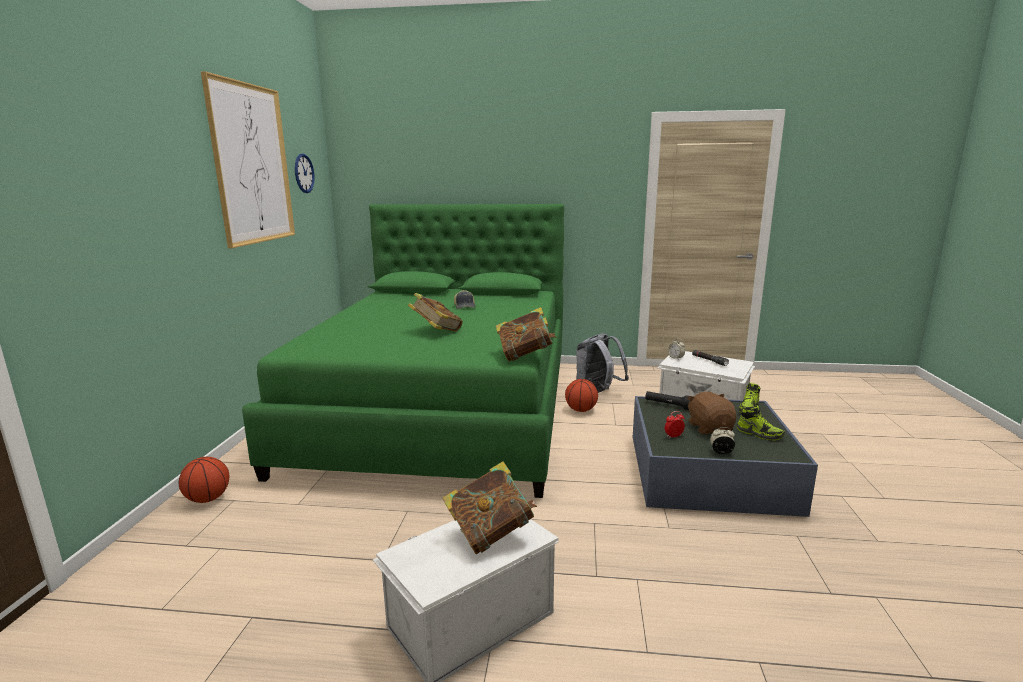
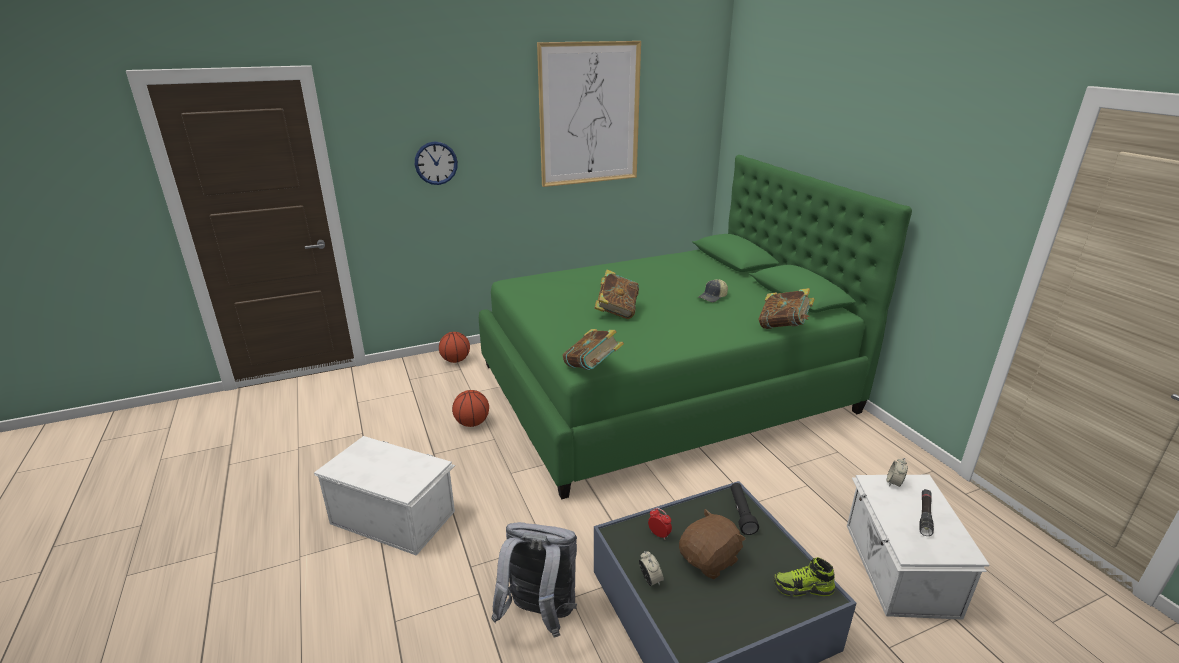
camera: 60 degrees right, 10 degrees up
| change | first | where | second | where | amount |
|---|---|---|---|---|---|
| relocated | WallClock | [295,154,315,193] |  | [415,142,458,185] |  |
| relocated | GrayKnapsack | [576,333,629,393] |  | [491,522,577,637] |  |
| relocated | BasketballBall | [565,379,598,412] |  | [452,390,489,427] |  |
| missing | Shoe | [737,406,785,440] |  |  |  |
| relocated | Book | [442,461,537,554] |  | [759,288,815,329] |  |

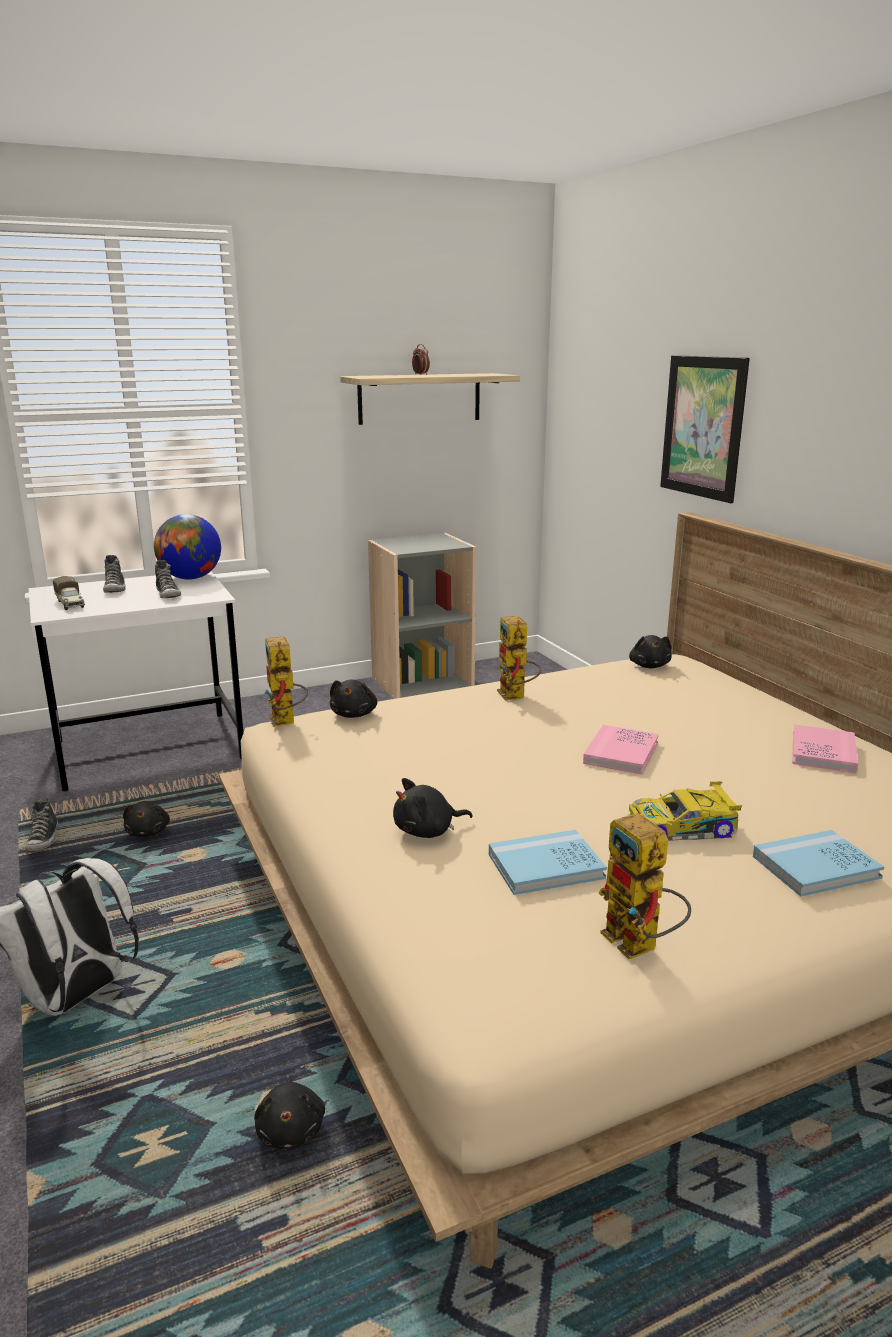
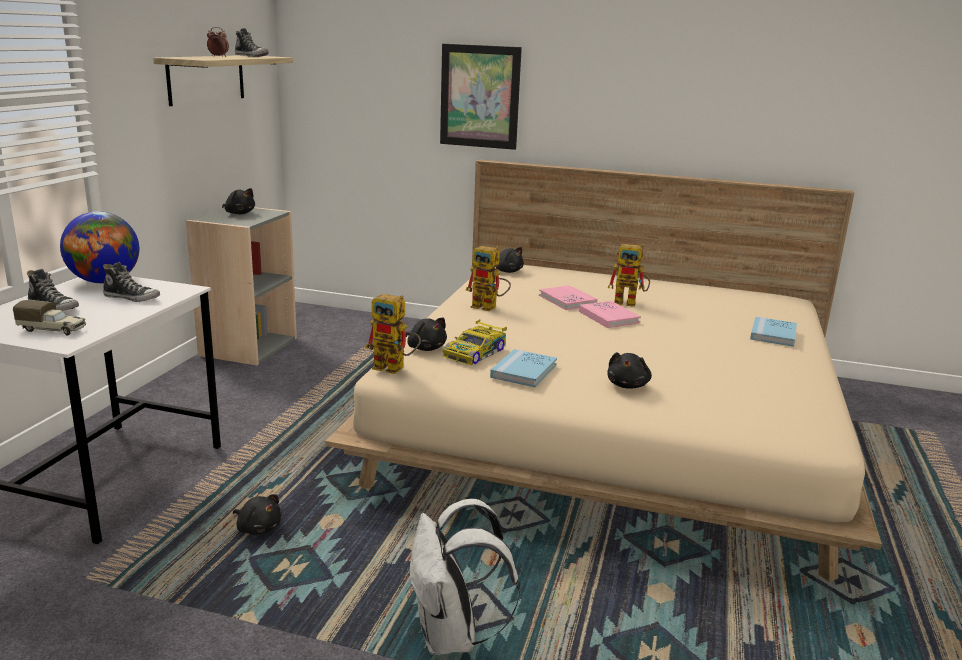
camera: 50 degrees left, 0 degrees up
| change | first | where | second | where | amount |
|---|---|---|---|---|---|
| relocated | PinkColouredBook | [792,725,858,773] |  | [539,285,597,310] |  |
| relocated | MiniatureCar | [628,781,742,841] |  | [443,320,507,366] |  |
| relocated | Shoe | [25,796,58,851] |  | [235,28,269,57] |  |
| relocated | RobotFigure | [599,813,691,959] |  | [608,244,650,307] |  |
| relocated | BlueColouredBook | [489,830,607,895] |  | [490,349,557,387] |  |
| relocated | BlackPlushToy | [254,1078,325,1149] |  | [222,188,255,214] |  |

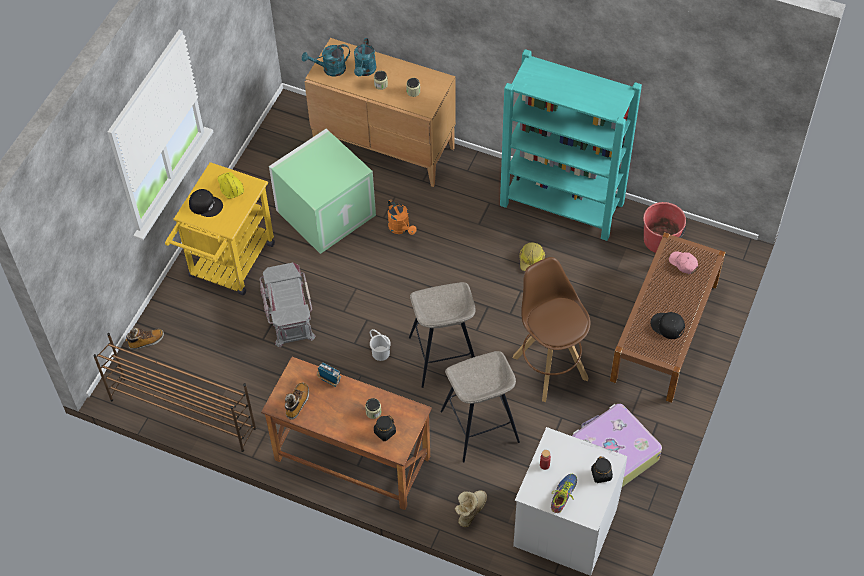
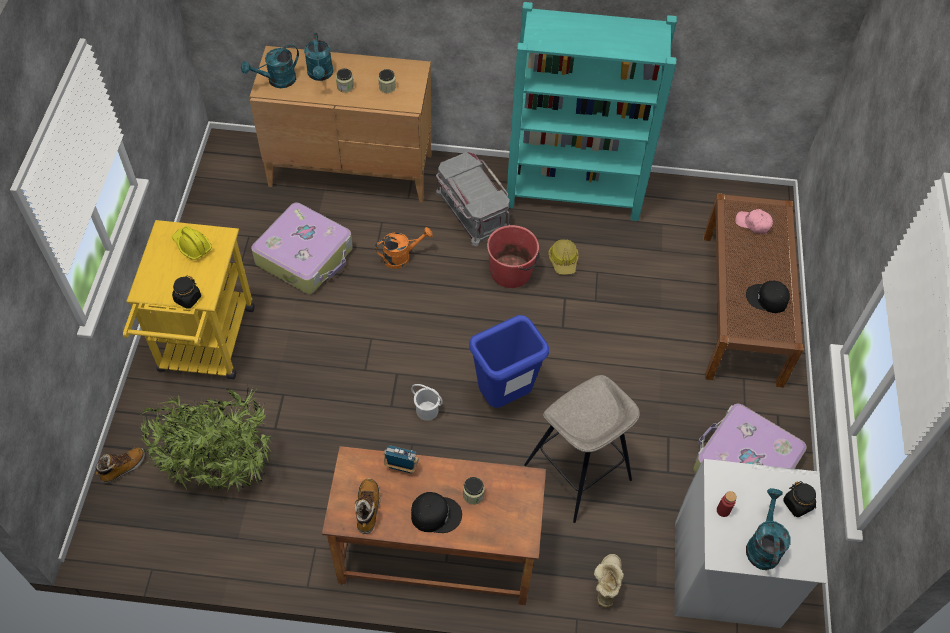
camera: 20 degrees left, 0 degrees up
| change | first | where | second | where | amount |
|---|---|---|---|---|---|
| exchanged | GreenishStorageBox | [269,129,376,254] | PieceOfLuggage | [251,203,353,294] |  |
| relocated | BlackBaseballCap | [189,189,223,217] |  | [411,492,462,533] |  |
| spun | OrangeColouredSprinklingCan | [388,199,417,235] |  | [375,227,433,269] | 60 degrees counterclockwise |
| relocated | ReddishPail | [643,202,686,253] |  | [487,225,539,288] |  |
| missing | BrownSittingStool | [513,257,590,402] |  |  |  |
| relocated | GrayStorageBox | [260,263,315,347] |  | [435,152,510,246] |  |
| exchanged | GraySittingStool | [409,282,476,388] | BlueColouredWasteBin | [469,315,549,408] |  |
| missing | BrownShoeStand | [93,333,256,452] |  |  |  |
| relocated | BlackPreserveJar | [374,416,396,441] |  | [172,275,201,309] |  |
| exchanged | Shoe | [551,474,577,513] | TurquoiseSprinklingCan | [746,488,791,570] |  |
| appeared |  |  | PottedPlant | [139,385,273,493] |  |

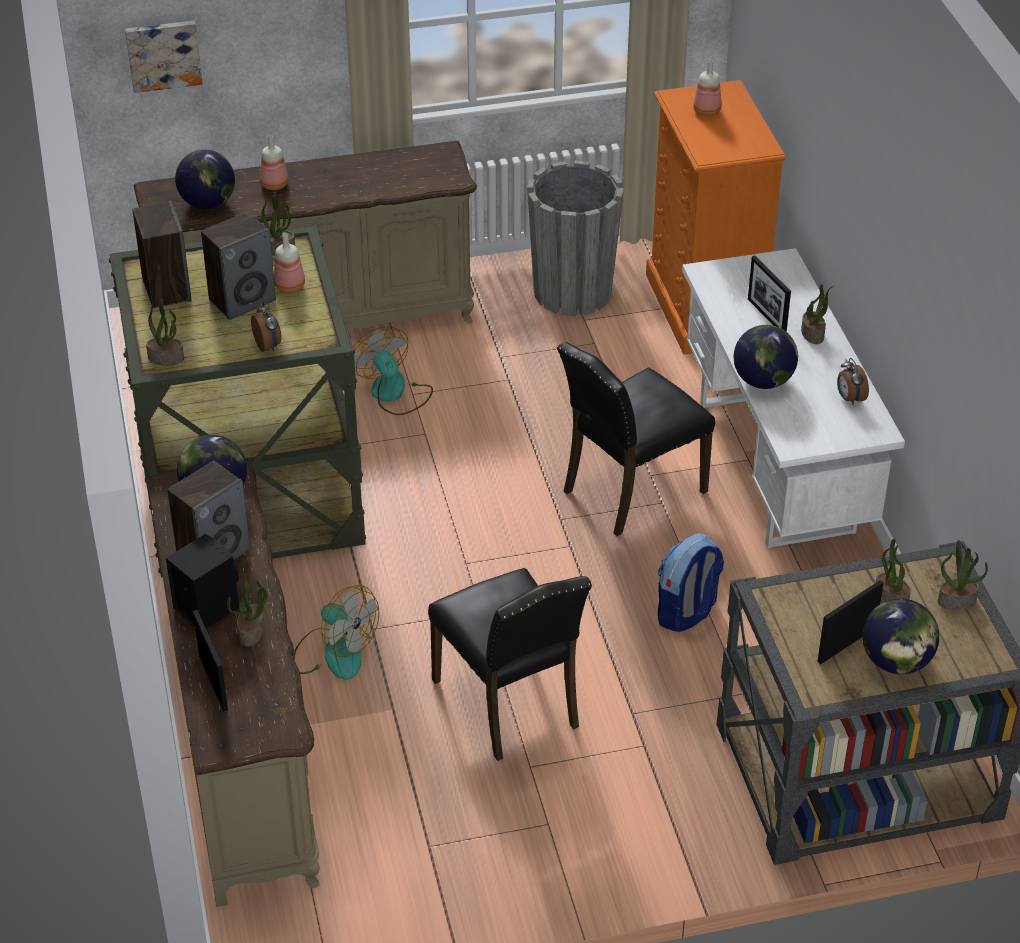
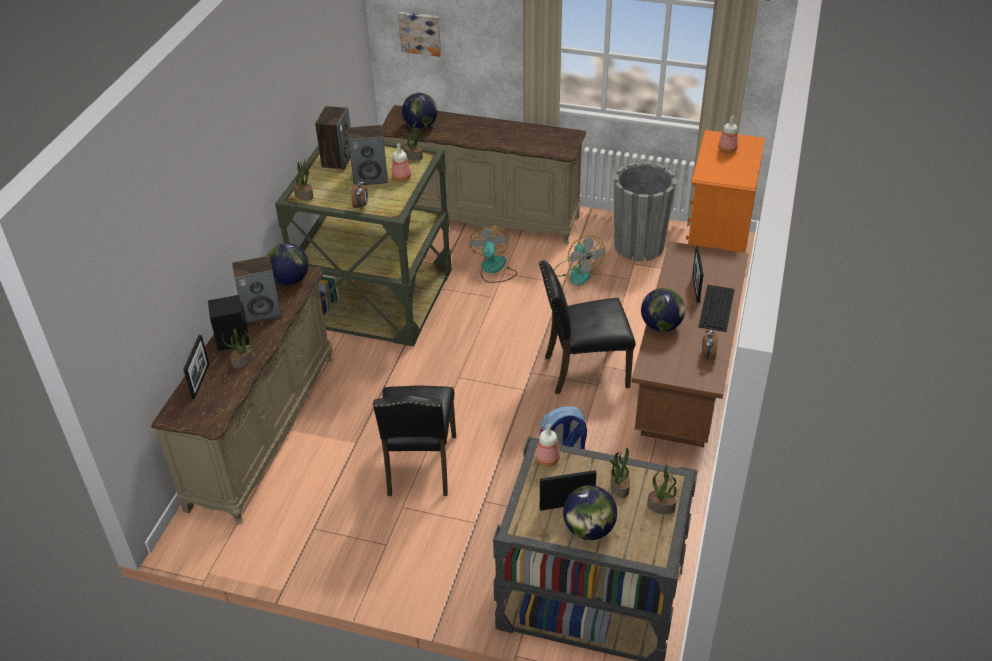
camera: 30 degrees right, 0 degrees up
| change | first | where | second | where | amount |
|---|---|---|---|---|---|
| relocated | Bottle | [260,135,288,190] |  | [536,424,560,466] |  |
| colour | WhiteDeskUnit | [682,248,905,548] | BrownDeskUnit | [632,241,749,447] |  |
| exchanged | PottedPlant | [801,284,833,344] | ComputerKeyboard | [698,285,735,332] |  |
| relocated | ElectricFan | [293,585,379,680] |  | [554,235,605,286] |  |

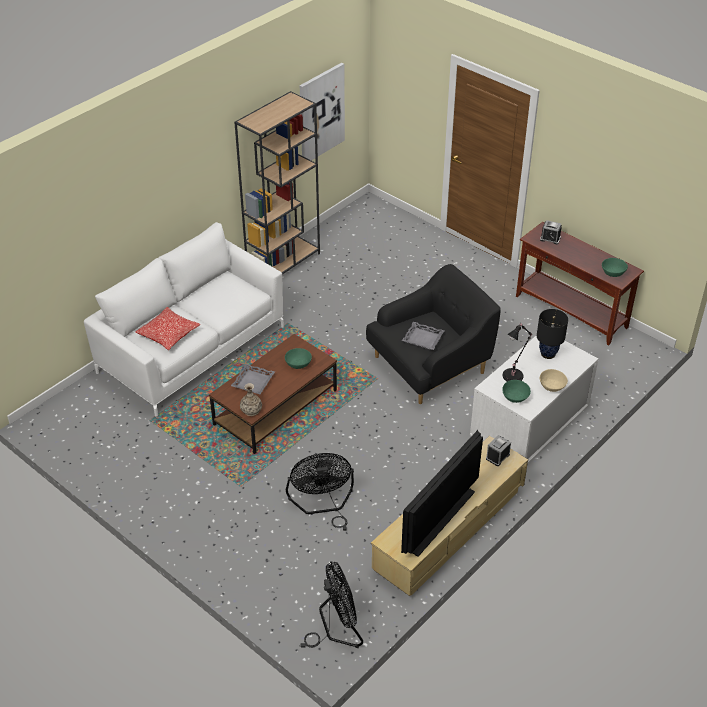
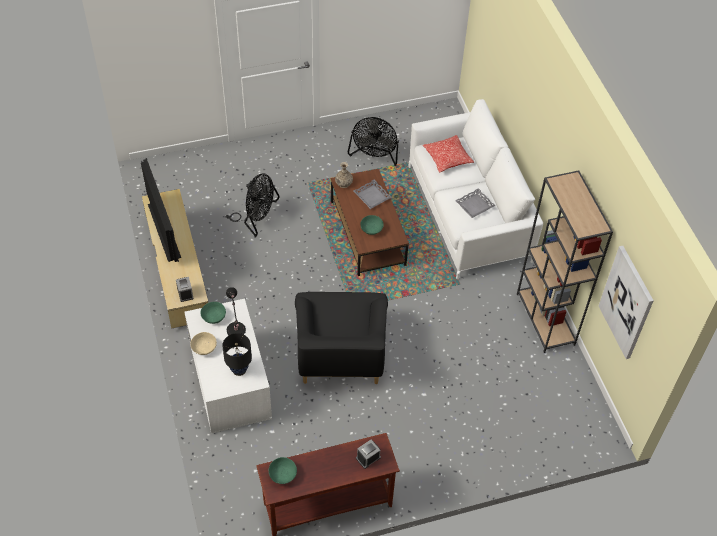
camera: 120 degrees right, 10 degrees up
| change | first | where | second | where | amount |
|---|---|---|---|---|---|
| relocated | GrayServingTray | [402,322,445,350] |  | [455,188,496,218] |  |
| relocated | BlackElectricFan | [301,561,363,648] |  | [348,117,399,166] |  |

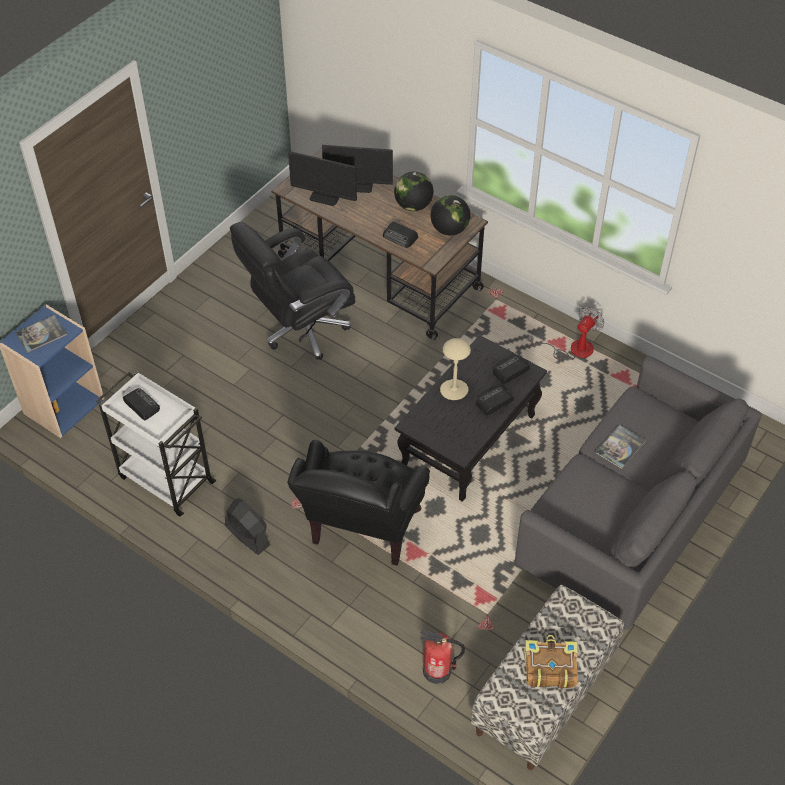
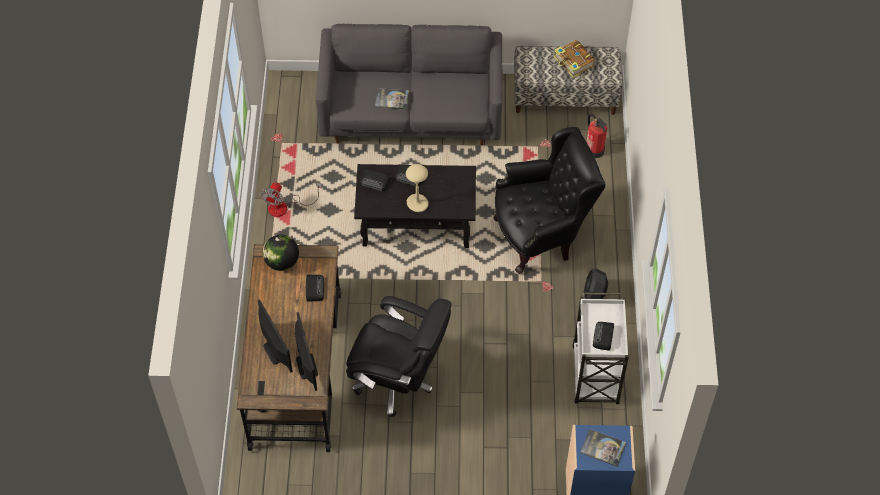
camera: 125 degrees left, 5 degrees up
| change | first | where | second | where | amount |
|---|---|---|---|---|---|
| missing | WorldGlobe | [394,172,433,211] |  |  |  |
| spun | ElectricFan | [528,307,604,360] |  | [260,182,322,217] | 75 degrees counterclockwise |

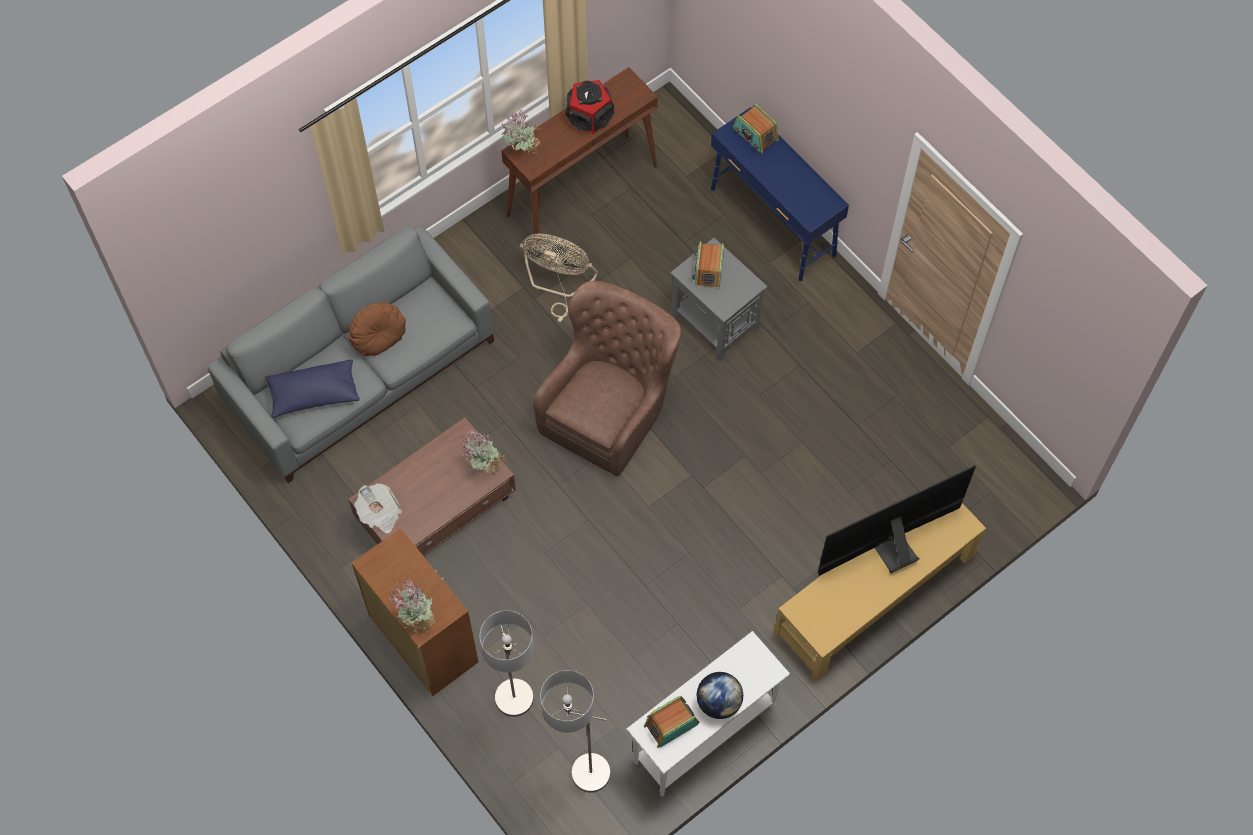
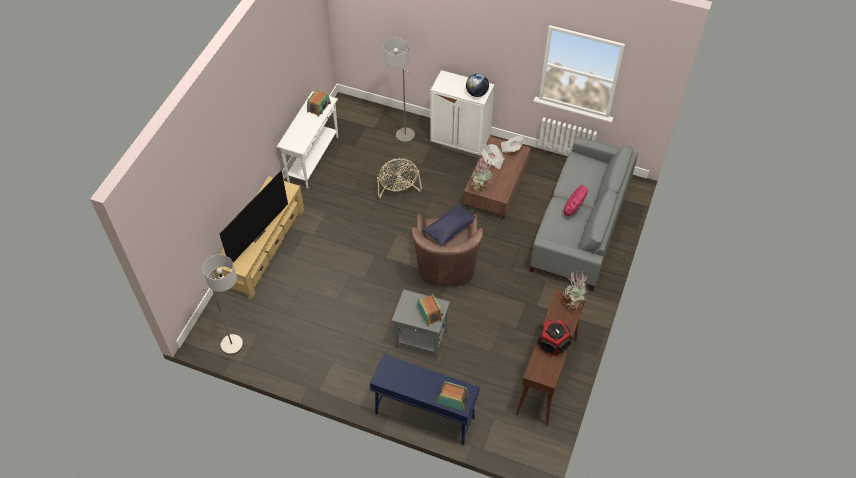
camera: 150 degrees right, 10 degrees down
| change | first | where | second | where | amount |
|---|---|---|---|---|---|
| relocated | BeigeElectricFan | [520,234,598,323] |  | [377,158,422,198] |  |
| colour | BrownCushion | [348,302,406,356] | PinkColouredCushion | [564,185,588,216] |  |
| relocated | BlueColouredCushion | [265,360,360,418] |  | [423,203,478,246] |  |
| colour | BrownCupboard | [352,528,479,696] | WhiteCupboard | [430,70,494,156] |  |
| missing | PottedPlant | [388,578,437,636] |  |  |  |
| relocated | GrayFloorLamp | [540,670,610,792] |  | [201,255,243,355] |  |
| relocated | WorldGlobe | [697,672,743,719] |  | [466,74,489,97] |  |
| appeared |  |  | PrintedPaper | [481,144,505,169] |  |

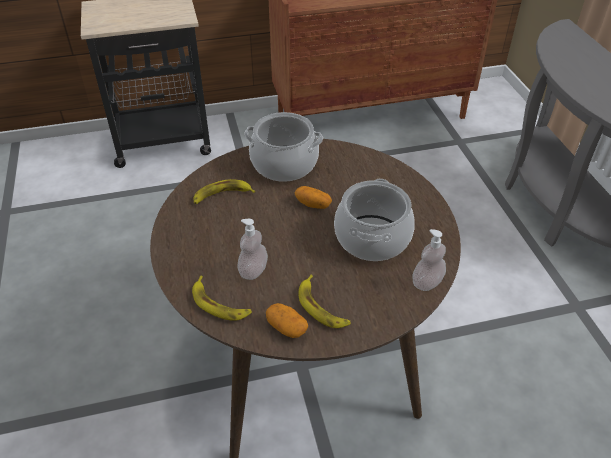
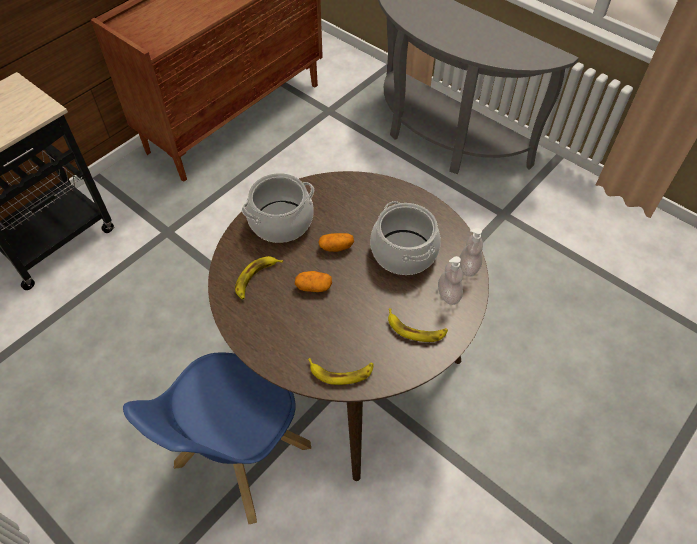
camera: 35 degrees left, 10 degrees up
| change | first | where | second | where | amount |
|---|---|---|---|---|---|
| relocated | LiquidSoapBottle | [238,219,268,280] |  | [438,256,463,305] |  |
| relocated | WholePotato | [266,303,308,338] |  | [295,271,332,292] |  |
| appeared |  |  | BlueColouredPlainChair | [123,353,311,524] |  |

